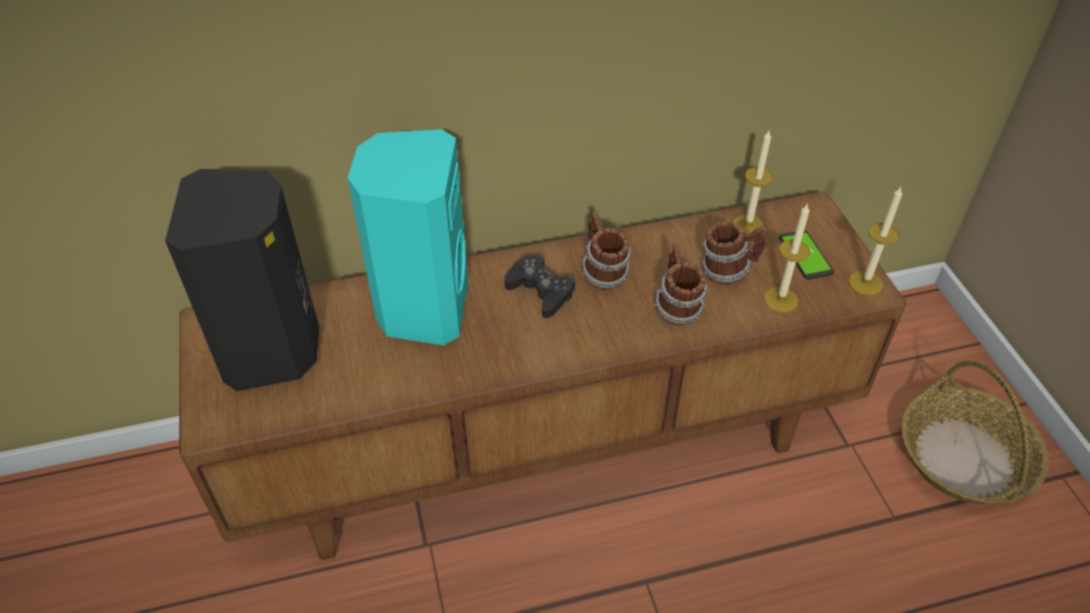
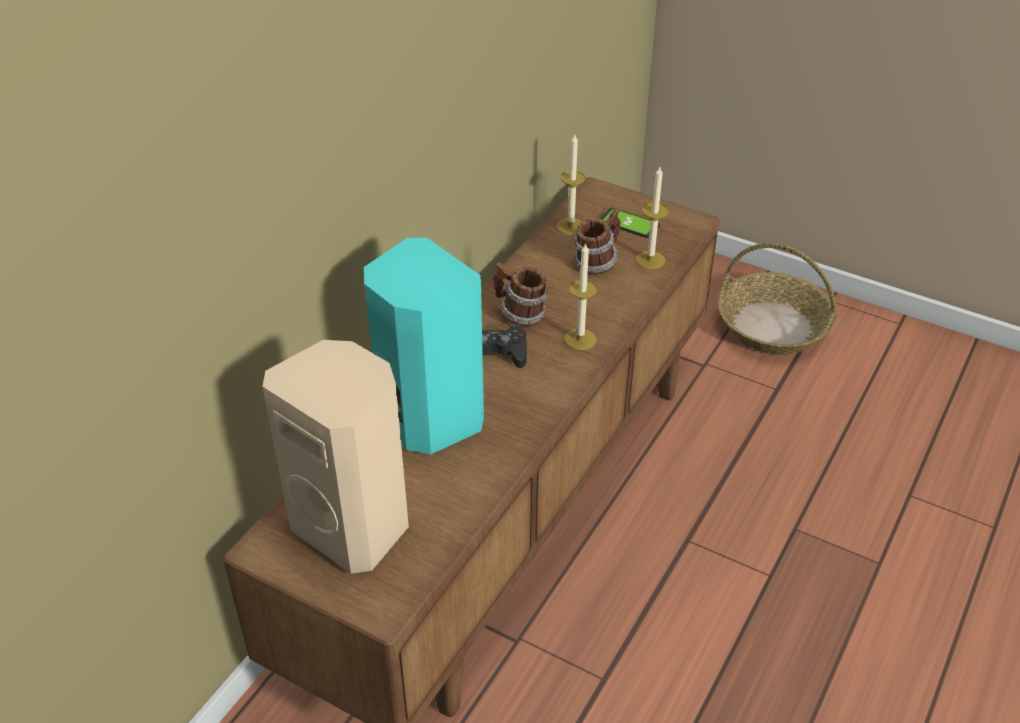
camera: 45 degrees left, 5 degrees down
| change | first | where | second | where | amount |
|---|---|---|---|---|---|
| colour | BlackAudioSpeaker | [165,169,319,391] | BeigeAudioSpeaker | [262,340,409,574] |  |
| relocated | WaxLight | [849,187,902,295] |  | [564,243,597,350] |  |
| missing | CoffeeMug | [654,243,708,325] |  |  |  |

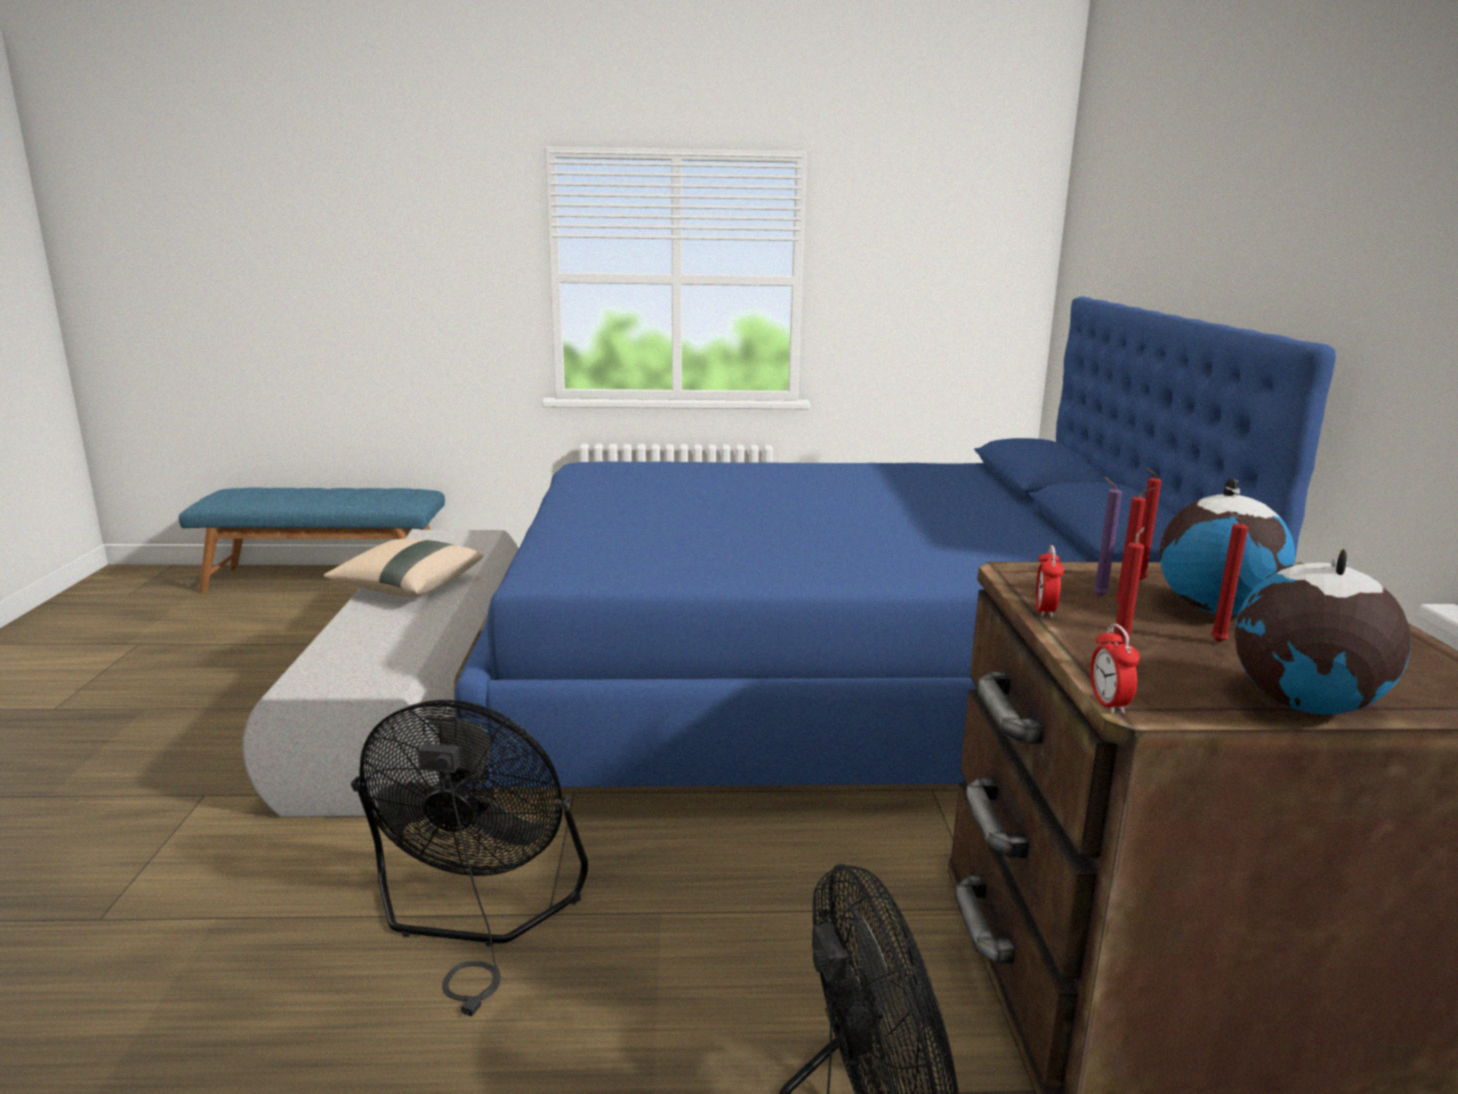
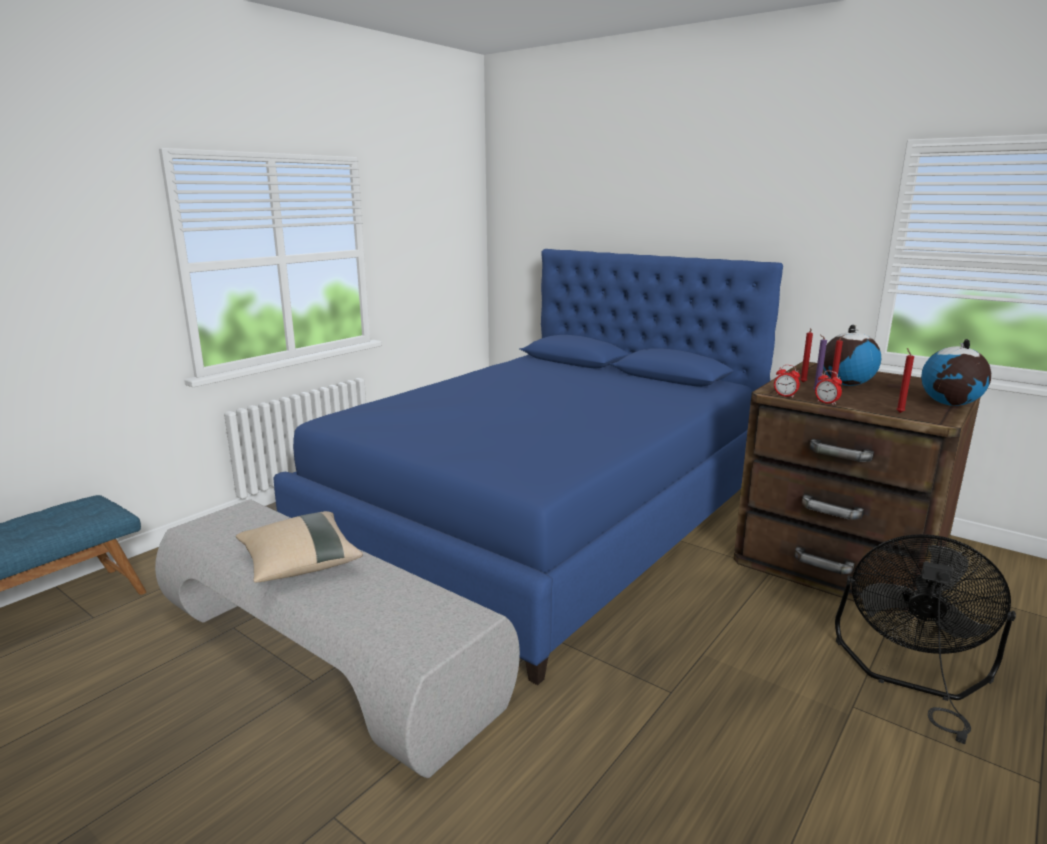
camera: 50 degrees left, 0 degrees up
| change | first | where | second | where | amount |
|---|---|---|---|---|---|
| missing | ReddishWaxLight | [1210,511,1248,643] |  |  |  |
| relocated | AlarmClock | [1090,624,1139,714] |  | [774,365,800,398] |  |
| missing | BlackElectricFan | [351,700,588,1017] |  |  |  |

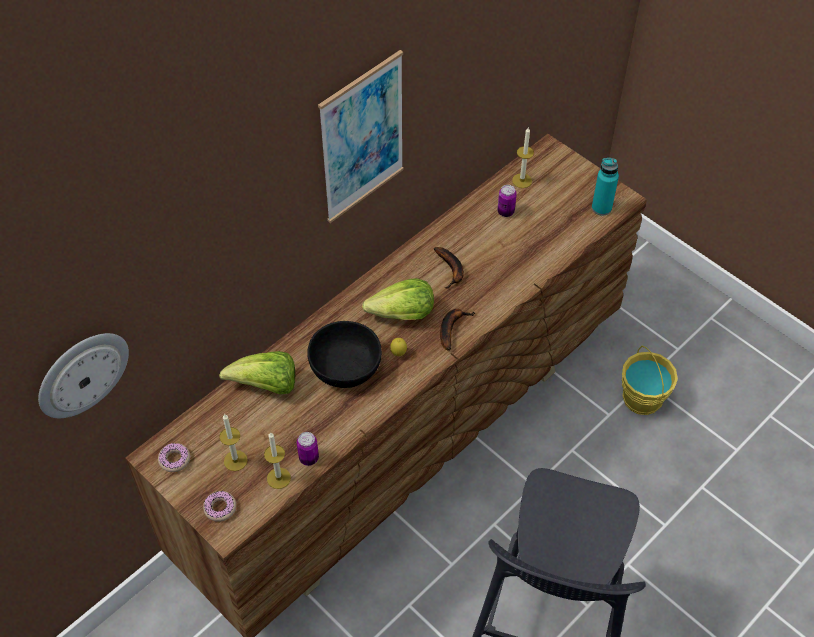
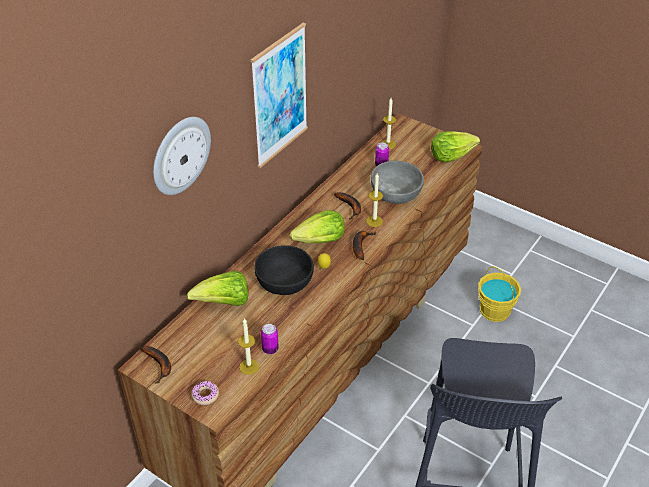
camera: 10 degrees left, 10 degrees down
| change | first | where | second | where | amount |
|---|---|---|---|---|---|
| exchanged | TurquoiseBottle | [592,158,619,216] | HeadOfLettuce | [431,131,480,163] |  |
| relocated | WallClock | [38,333,129,418] |  | [153,117,211,195] |  |
| relocated | WaxLight | [219,414,248,471] |  | [366,173,383,227] |  |
| exchanged | RingDoughnut | [158,443,190,472] | WholeBanana | [141,346,171,383] |  |
| appeared |  |  | GrayDeepDish | [371,161,424,204] |  |

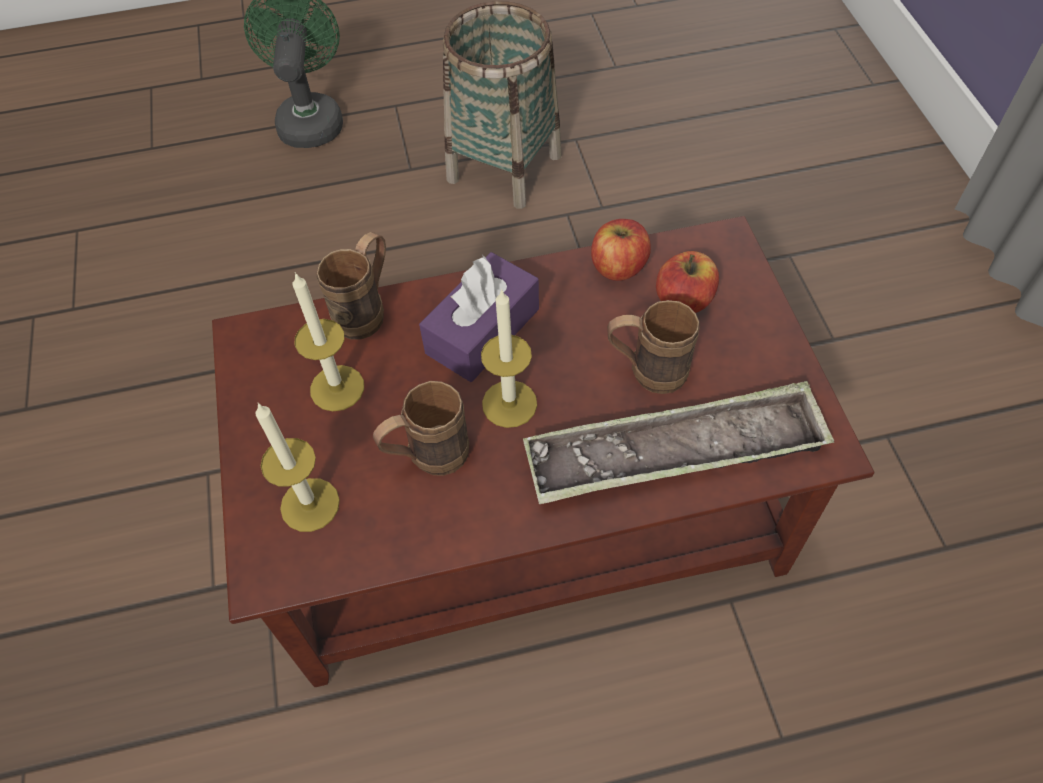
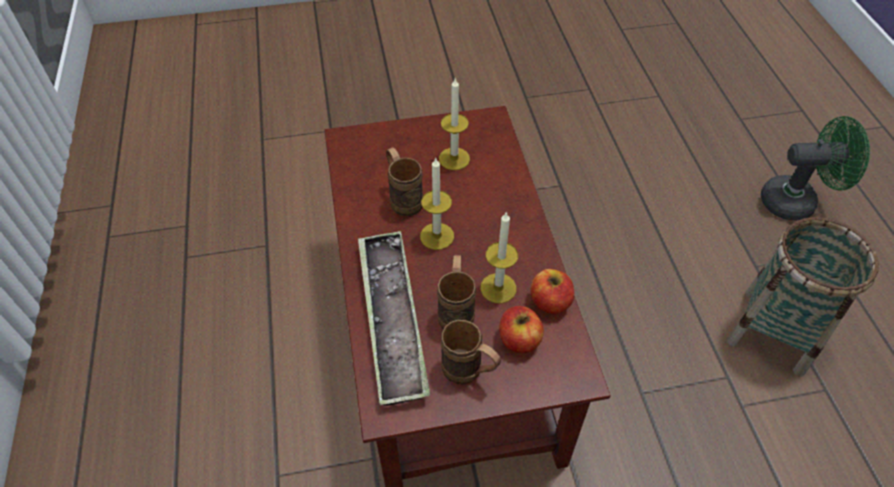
camera: 90 degrees right, 5 degrees down
| change | first | where | second | where | amount |
|---|---|---|---|---|---|
| relocated | BrownCoffeeMug | [316,232,386,340] |  | [441,320,501,384] |  |
| missing | PurplishBoxOfTissues | [419,252,539,382] |  |  |  |
| relocated | WaxLight | [255,403,340,532] |  | [481,211,518,304] |  |

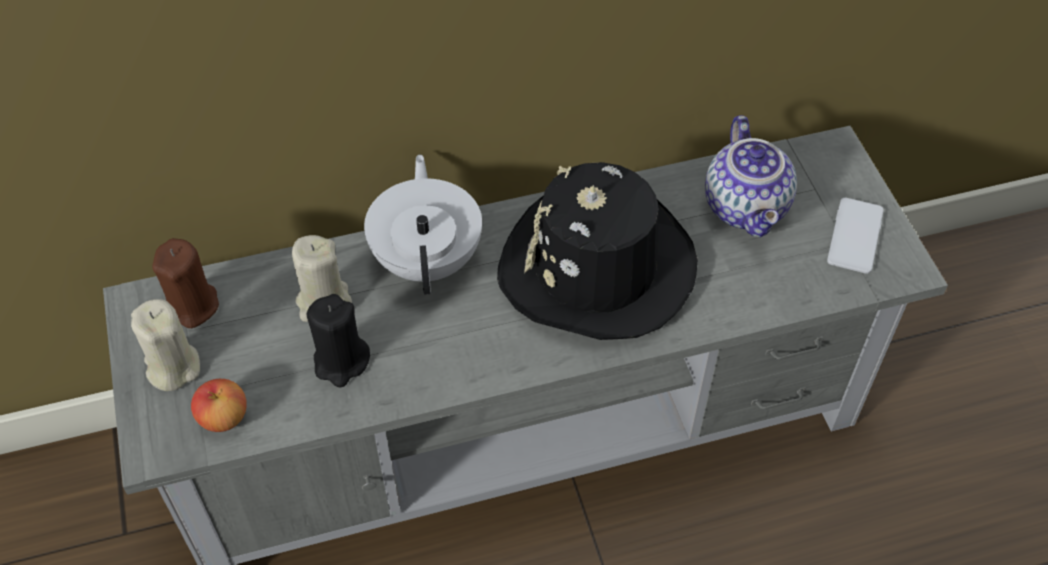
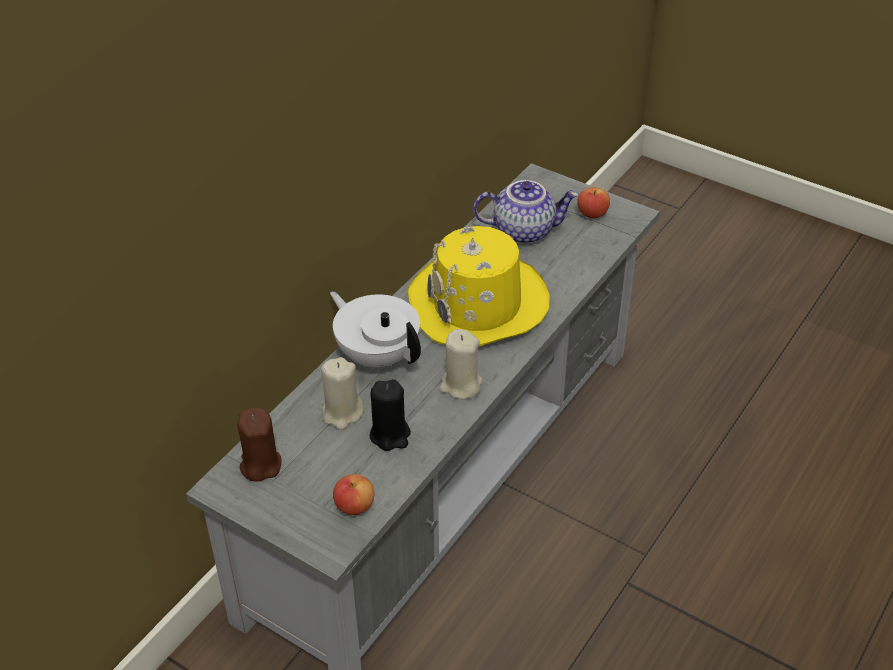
camera: 40 degrees left, 10 degrees down
| change | first | where | second | where | amount |
|---|---|---|---|---|---|
| spun | Teapot | [705,115,797,237] |  | [473,180,579,244] | 45 degrees counterclockwise |
| colour | BlackClothingHat | [497,162,698,340] | YellowColouredClothingHat | [408,226,550,346] |  |
| exchanged | Handset | [827,197,884,274] | AppleFruit | [577,187,610,218] |  |
| relocated | BeigeWaxLight | [131,299,200,391] |  | [439,329,483,399] |  |

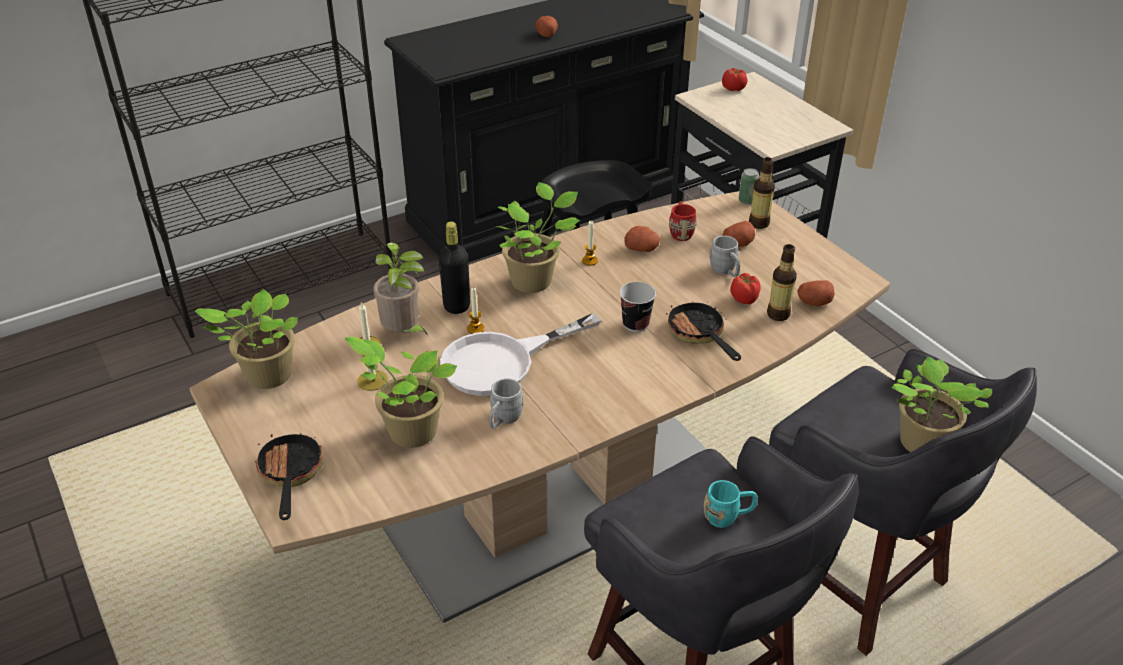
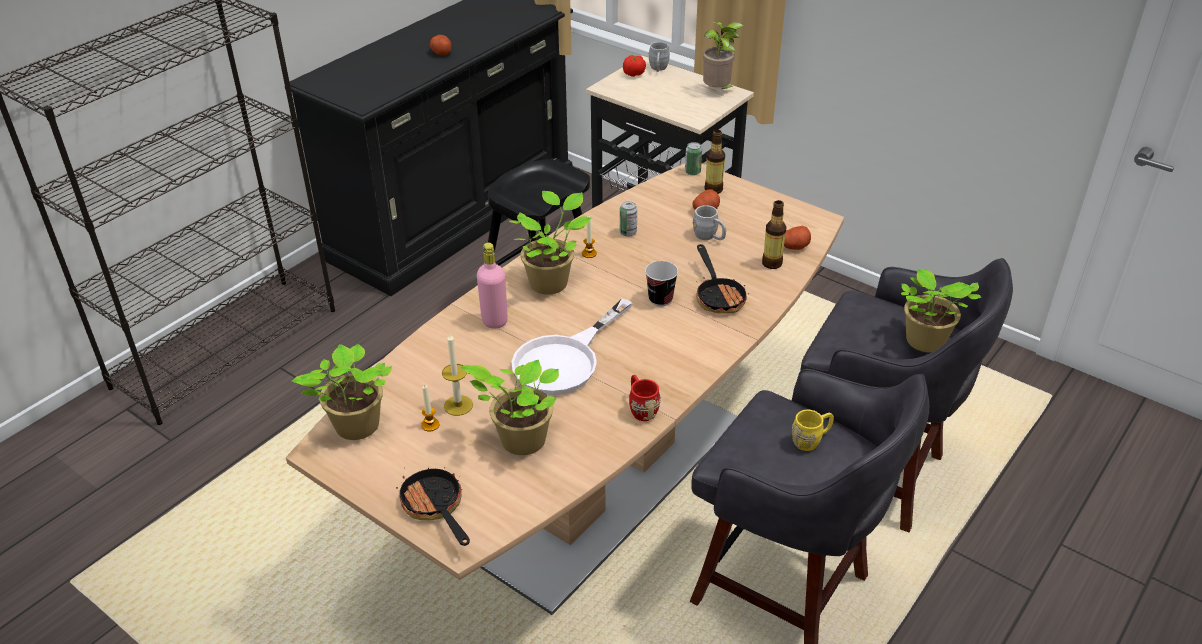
camera: 20 degrees left, 0 degrees up
| change | first | where | second | where | amount |
|---|---|---|---|---|---|
| relocated | ReddishCoffeeMug | [669,201,697,241] |  | [629,375,661,421] |  |
| colour | BlackBottle | [439,221,470,314] | PinkColouredBottle | [477,242,508,329] |  |
| exchanged | WholePotato | [624,226,660,252] | MetalCan | [620,201,637,237] |  |
| relocated | PottedPlant | [373,242,428,335] |  | [703,22,744,89] |  |
| missing | FreshTomato | [730,273,761,304] |  |  |  |
| relocated | WaxLight | [467,288,485,334] |  | [421,386,440,431] |  |
| spun | FryingPan | [666,301,741,361] |  | [696,244,749,314] | 150 degrees counterclockwise |
| relocated | GrayCoffeeMug | [489,378,524,429] |  | [649,42,670,72] |  |
| colour | TurquoiseCoffeeMug | [704,480,758,528] | YellowColouredCoffeeMug | [792,410,834,451] |  |

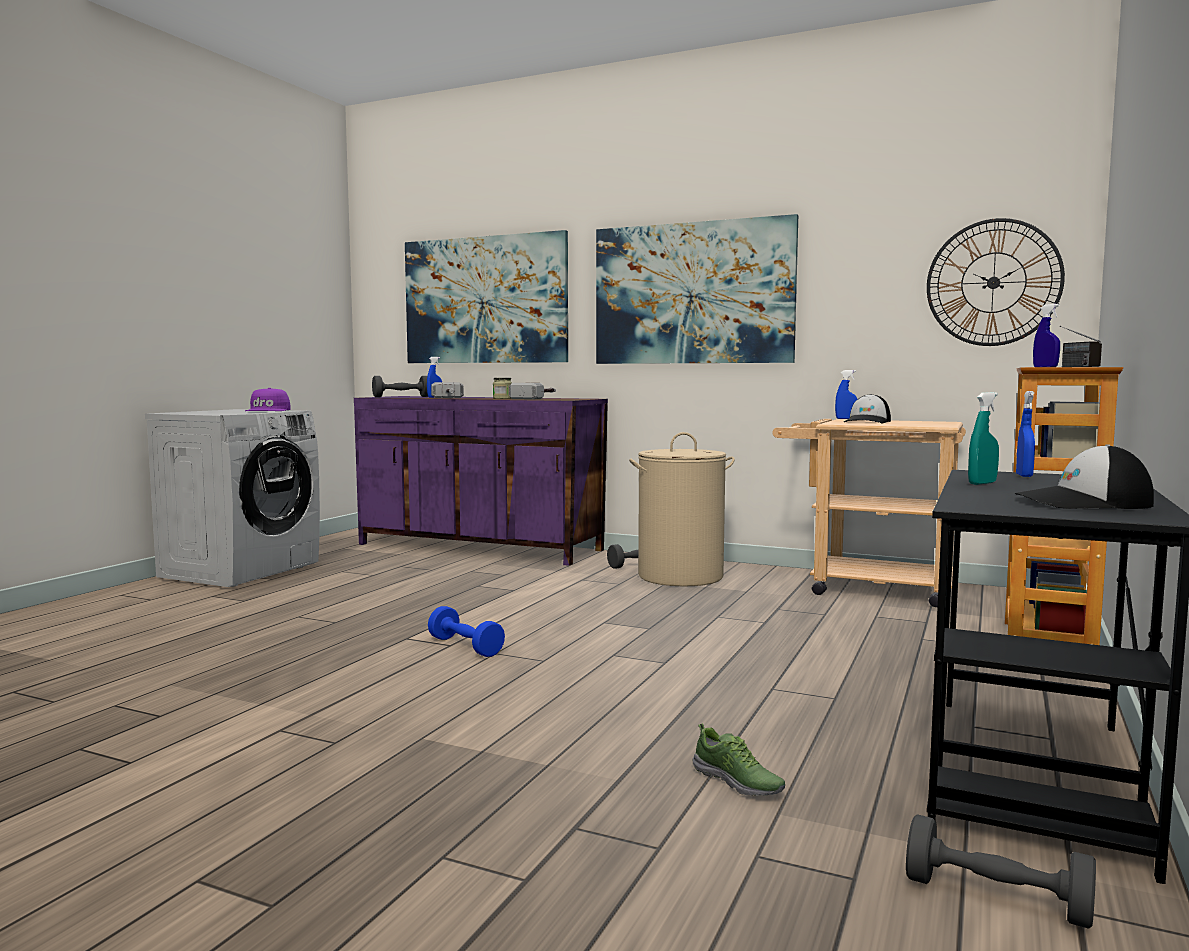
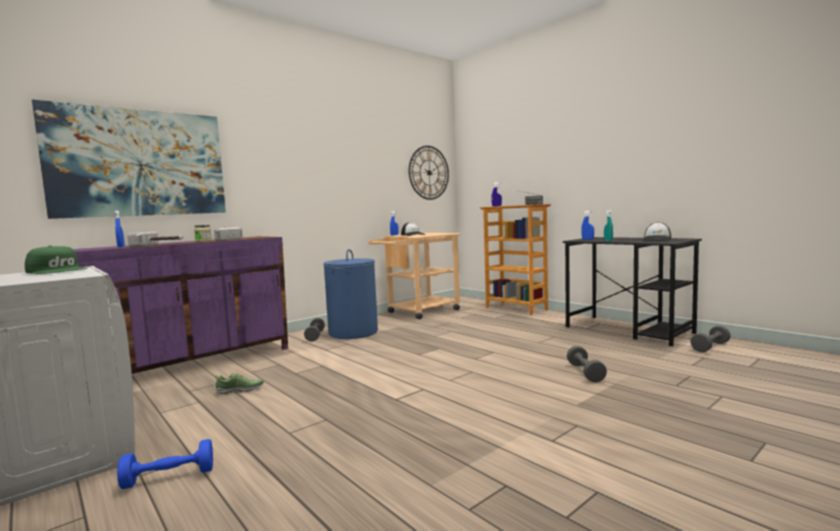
camera: 65 degrees left, 0 degrees up
| change | first | where | second | where | amount |
|---|---|---|---|---|---|
| missing | Picture | [596,214,798,364] |  |  |  |
| relocated | GrayDumbbell | [372,376,428,397] |  | [567,346,607,382] |  |
| colour | PurplishBaseballCap | [245,388,290,411] | GreenishBaseballCap | [25,245,88,274] |  |
| colour | BeigeLaundryBasket | [629,432,735,586] | BlueColouredLaundryBasket | [324,249,378,339] |  |
| relocated | BlueColouredDumbbell | [428,606,505,657] |  | [117,439,213,489] |  |
| relocated | Shoe | [692,723,785,796] |  | [215,373,264,395] |  |

